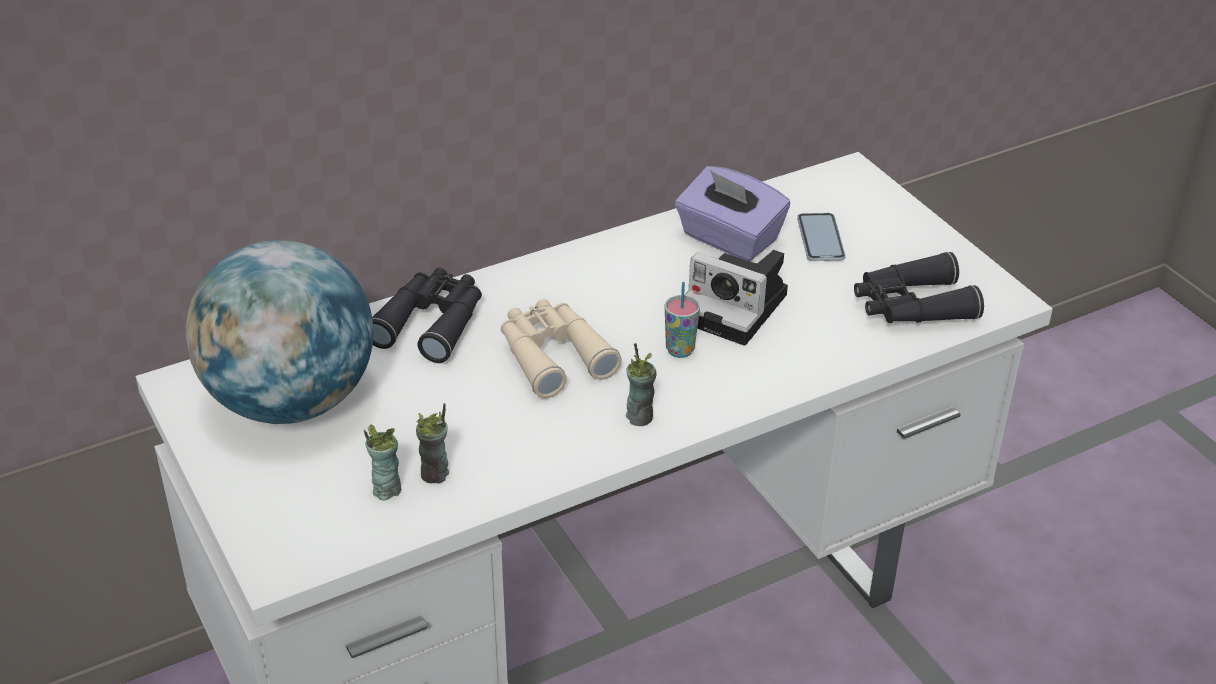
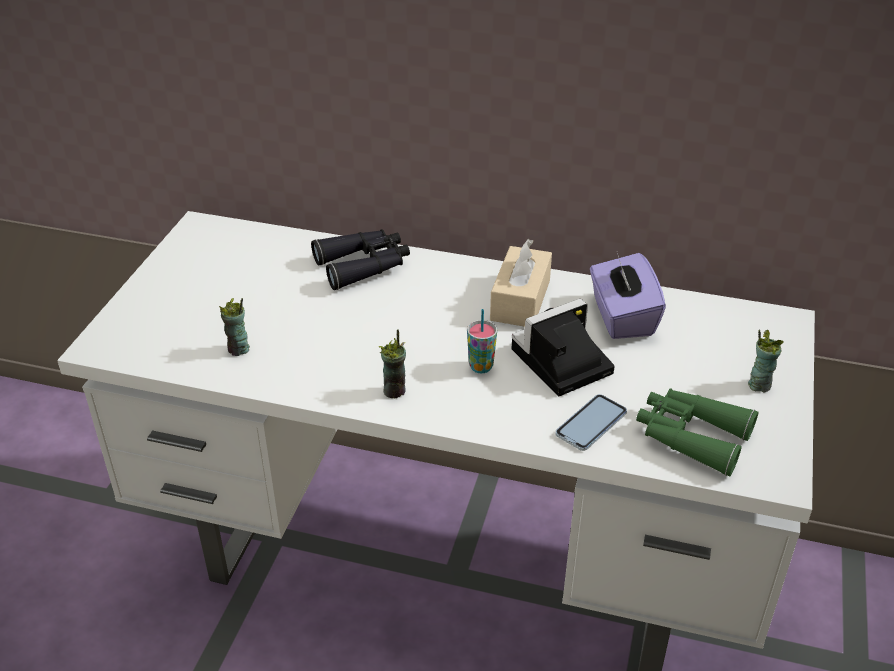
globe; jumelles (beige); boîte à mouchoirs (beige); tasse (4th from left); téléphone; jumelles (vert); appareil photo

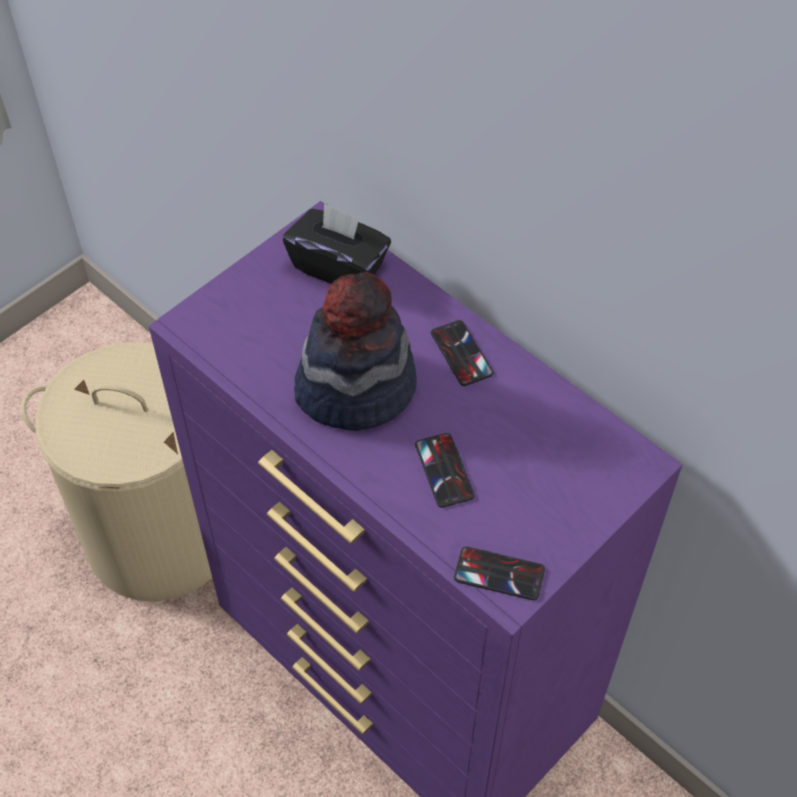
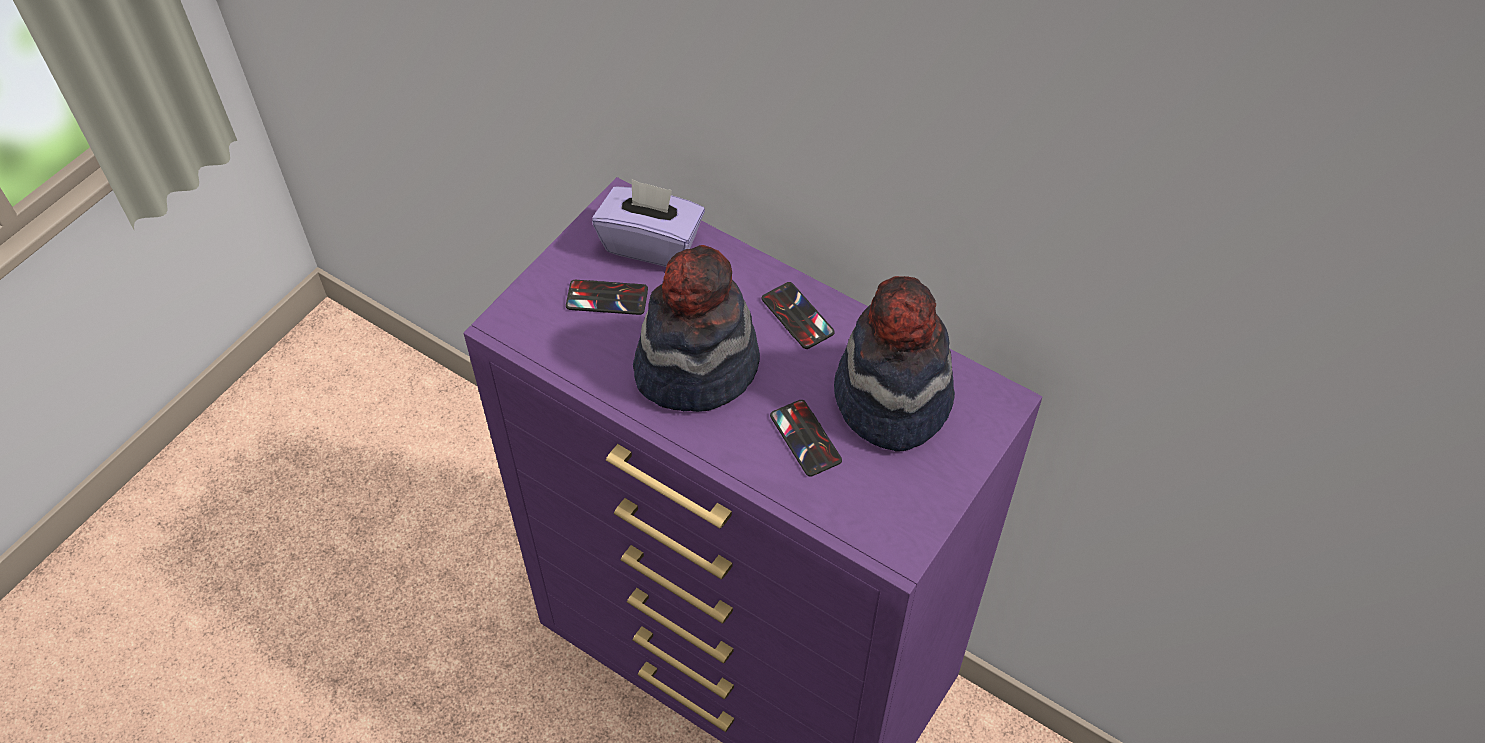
panier à linge (beige); chapeau (2nd from left); téléphone (1st from left); boîte à mouchoirs (violet)

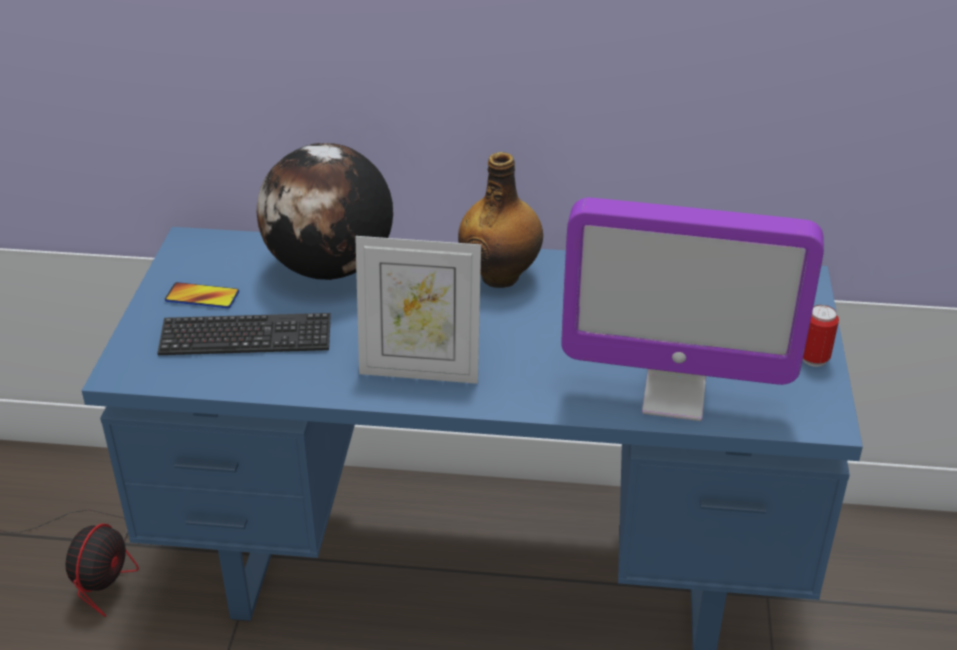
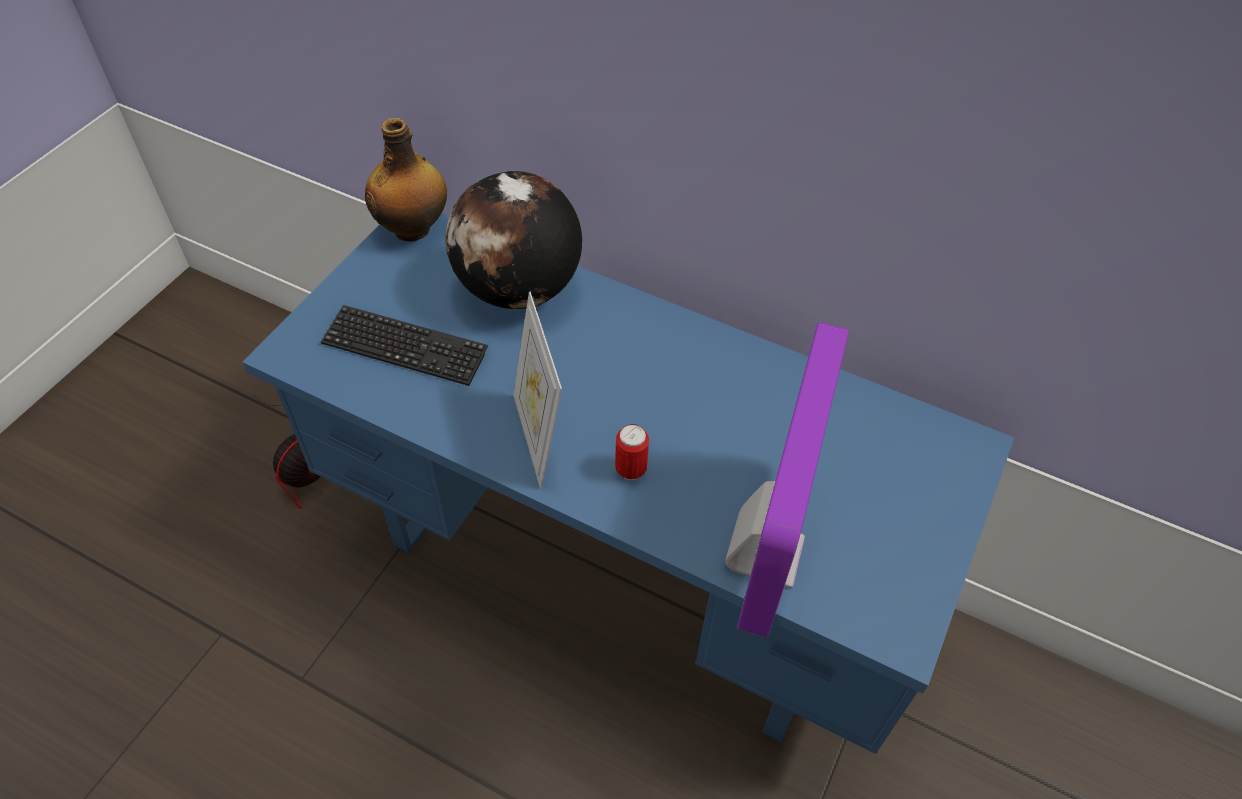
téléphone; bouteille; boîte métallique; cadre photo; écran d'ordinateur

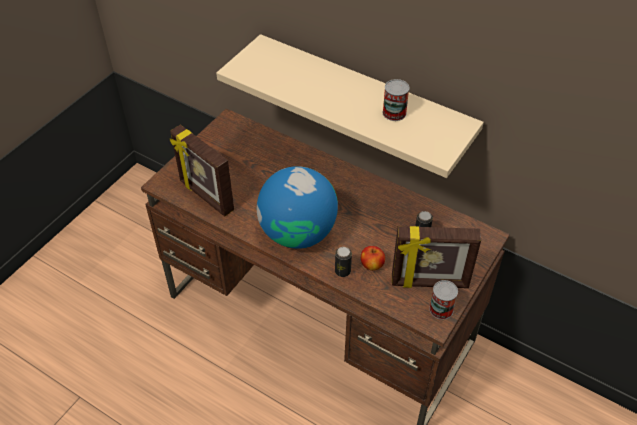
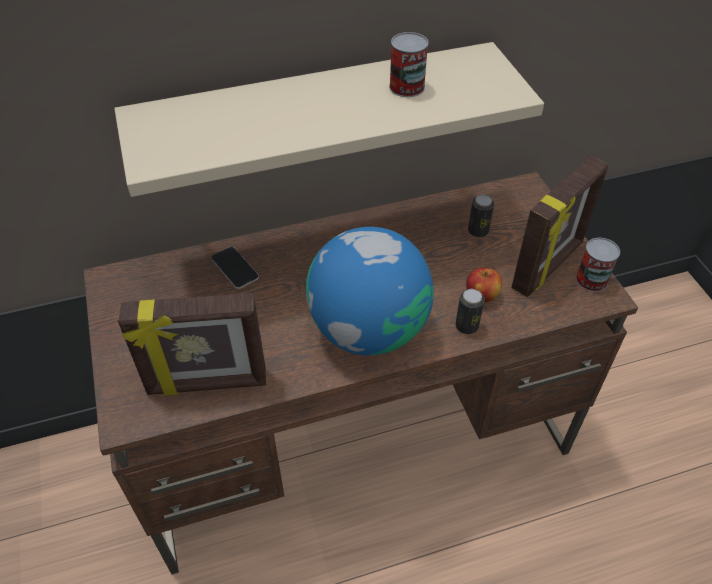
téléphone

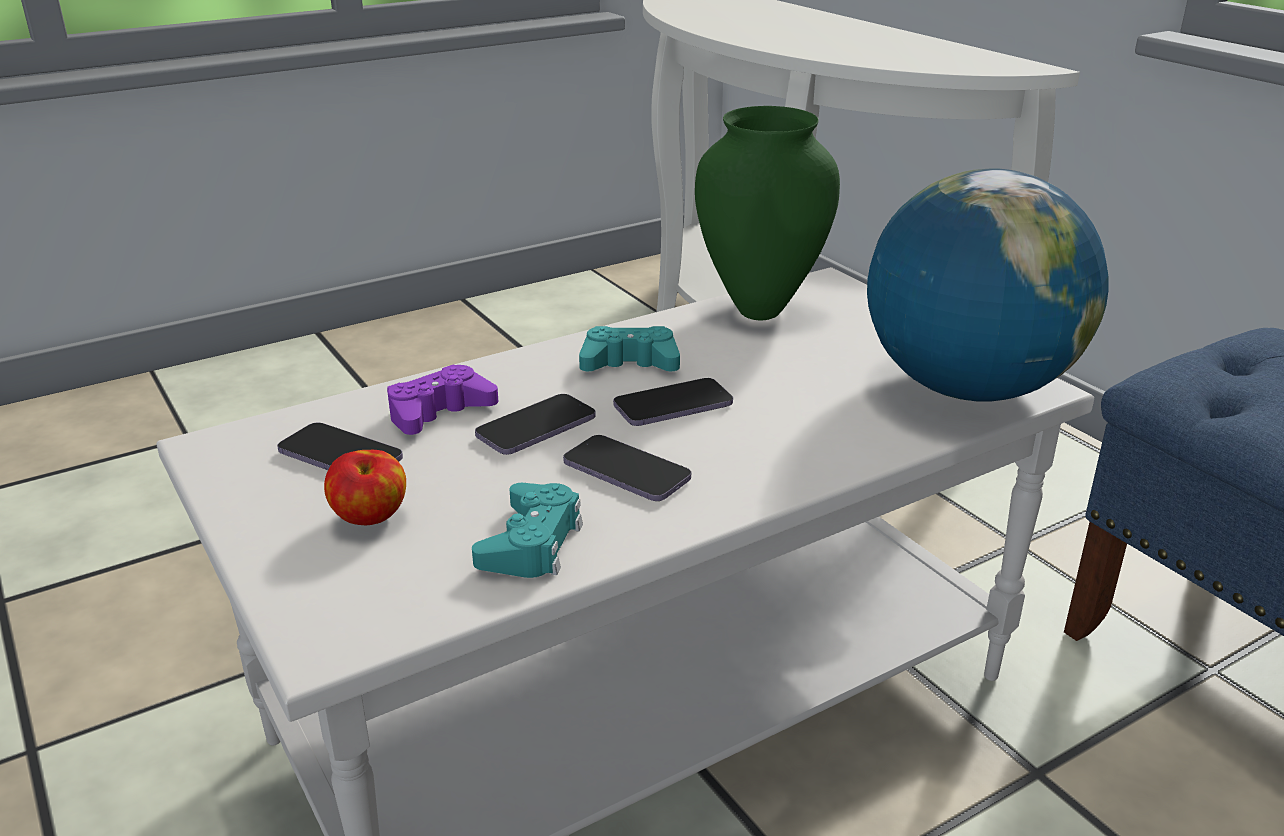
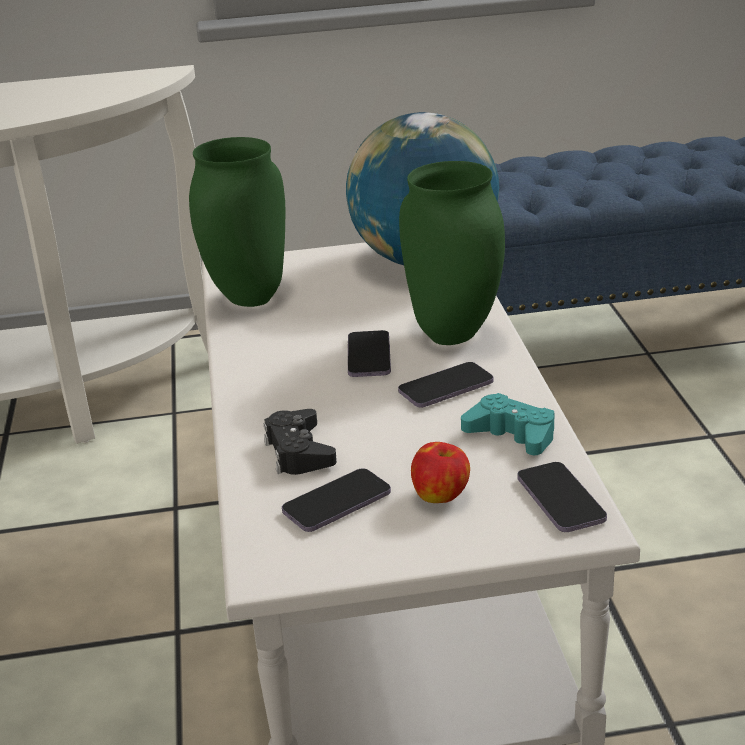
manette (turquoise) (2nd from left in the first image); vase (vert) (2nd from left); téléphone (4th from left); manette (noir)

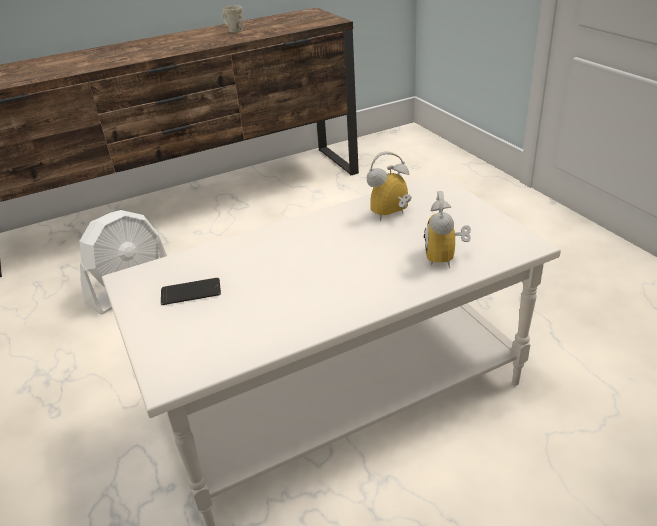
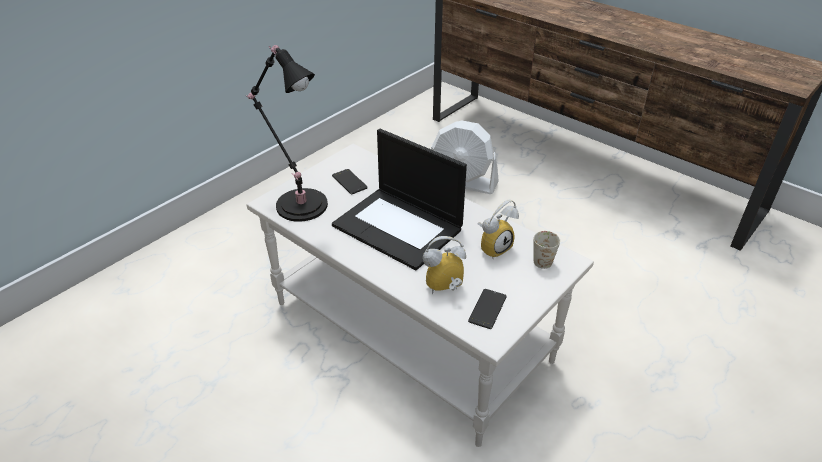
lampe de table (noir); ordinateur portable; téléphone (2nd from left); mug (blanc); réveil (2nd from left)

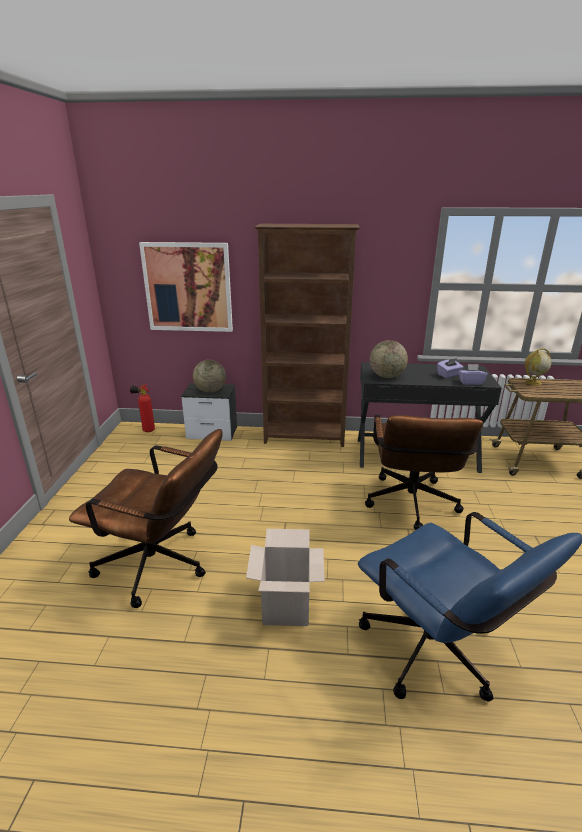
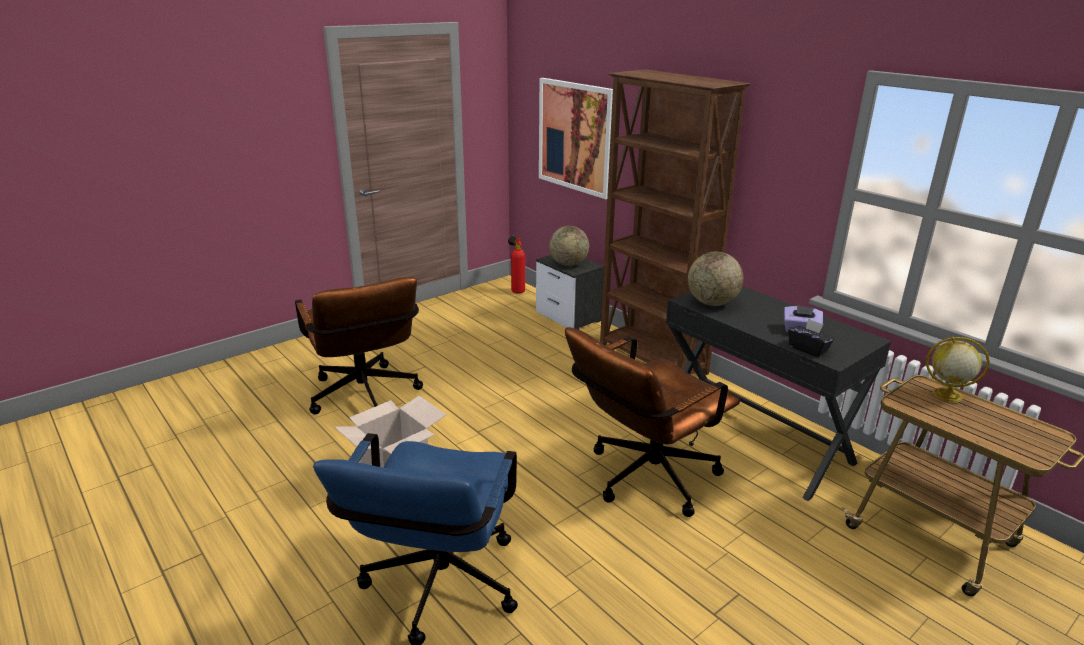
boîte à mouchoirs (noir)

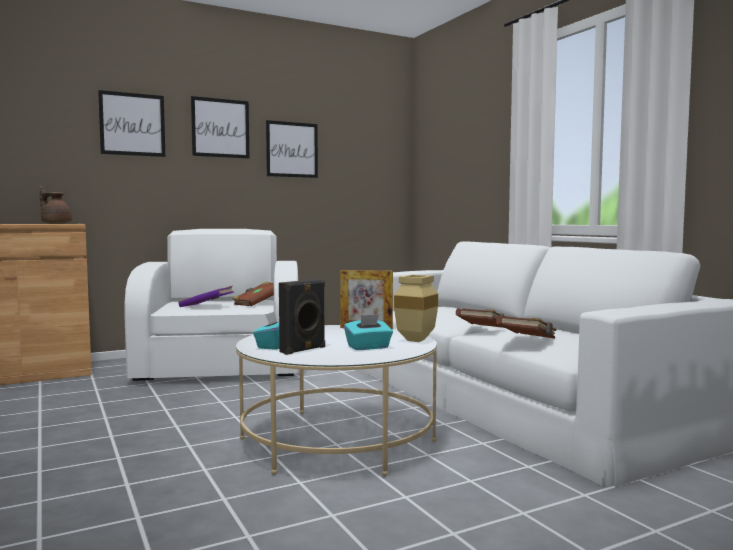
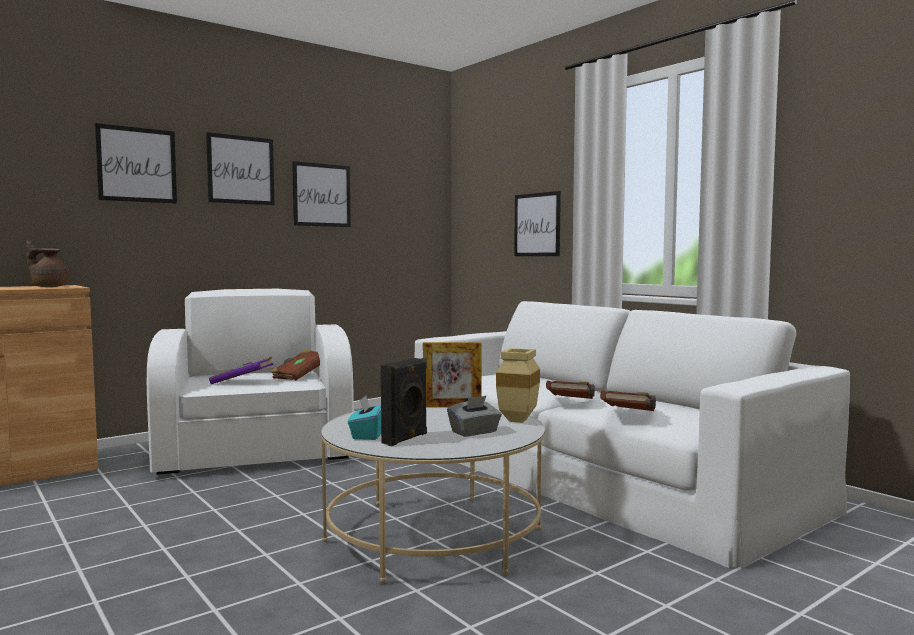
tableau (4th from left); boîte à mouchoirs (gris)

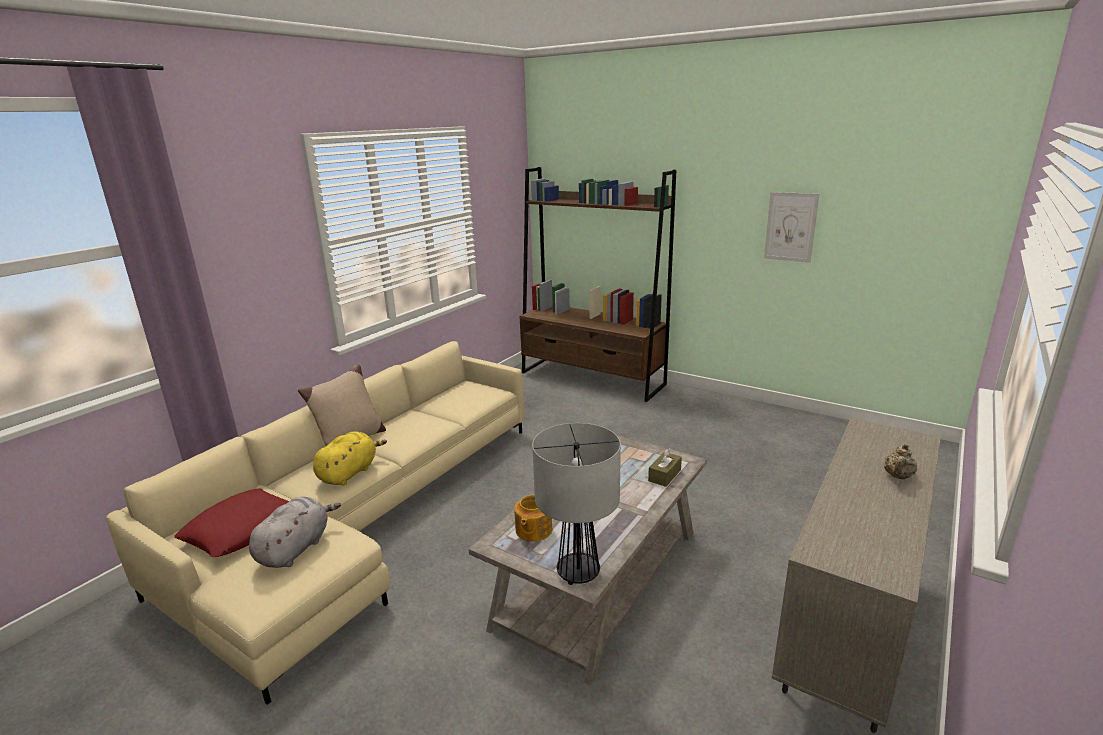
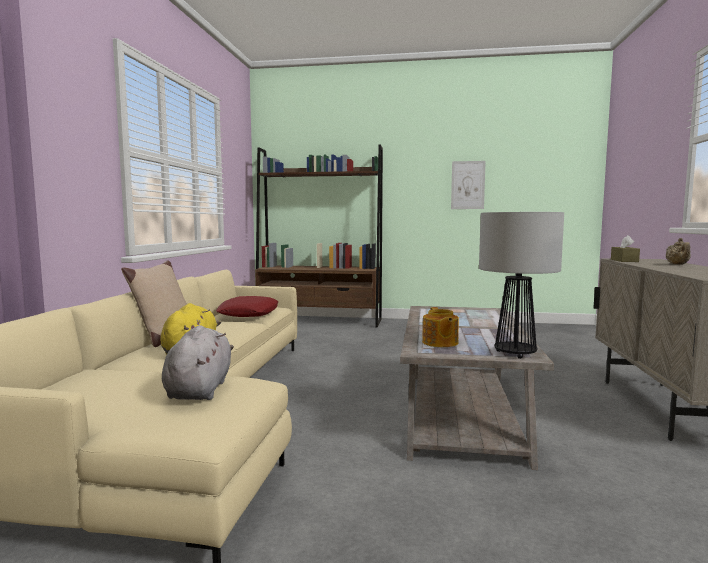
coussin (rouge); boîte à mouchoirs (marron)

